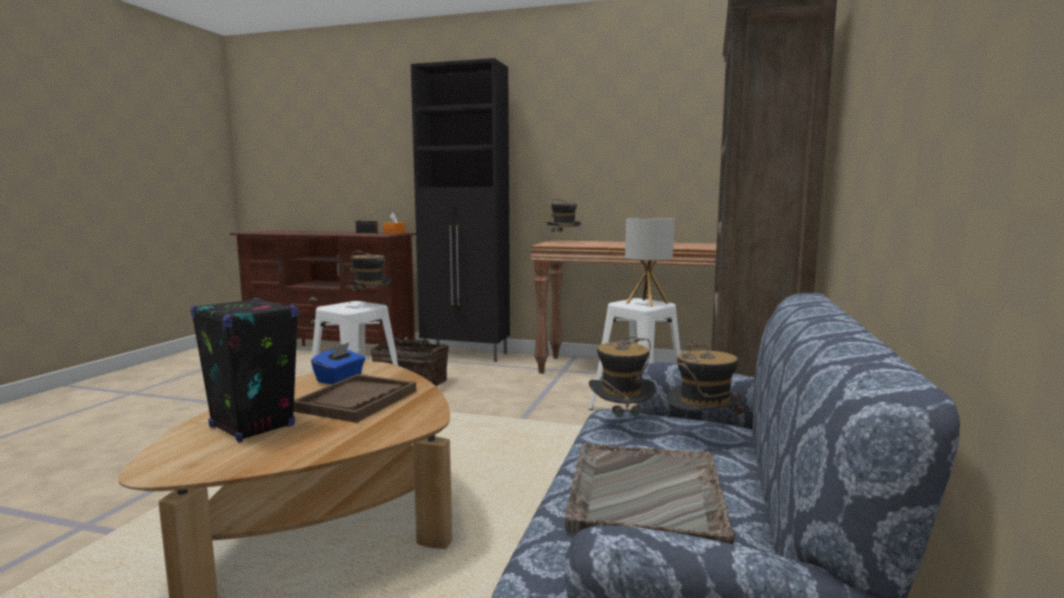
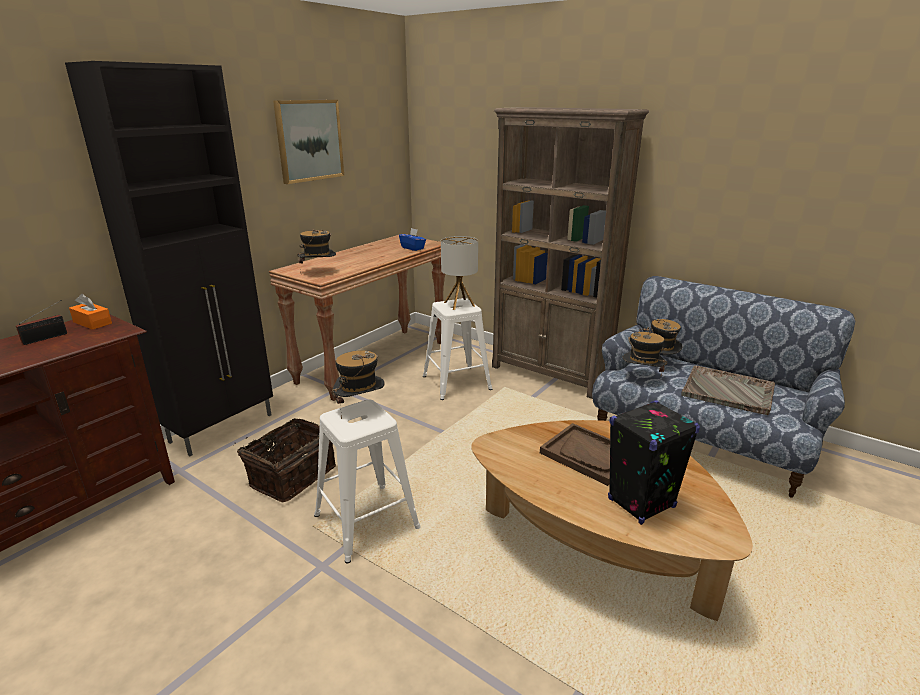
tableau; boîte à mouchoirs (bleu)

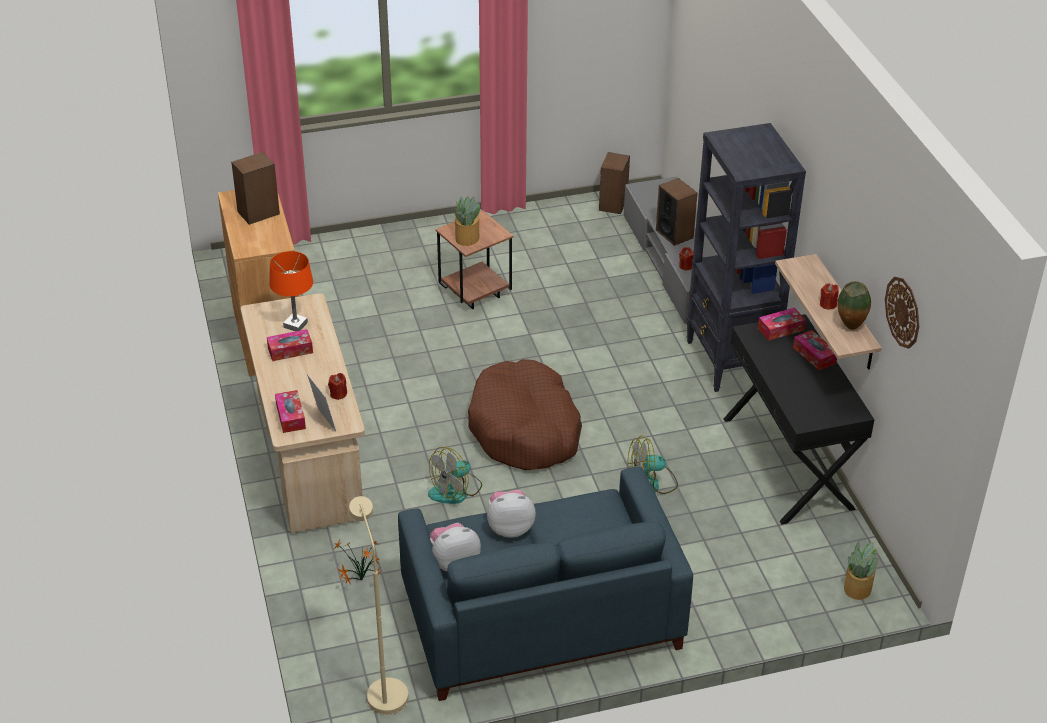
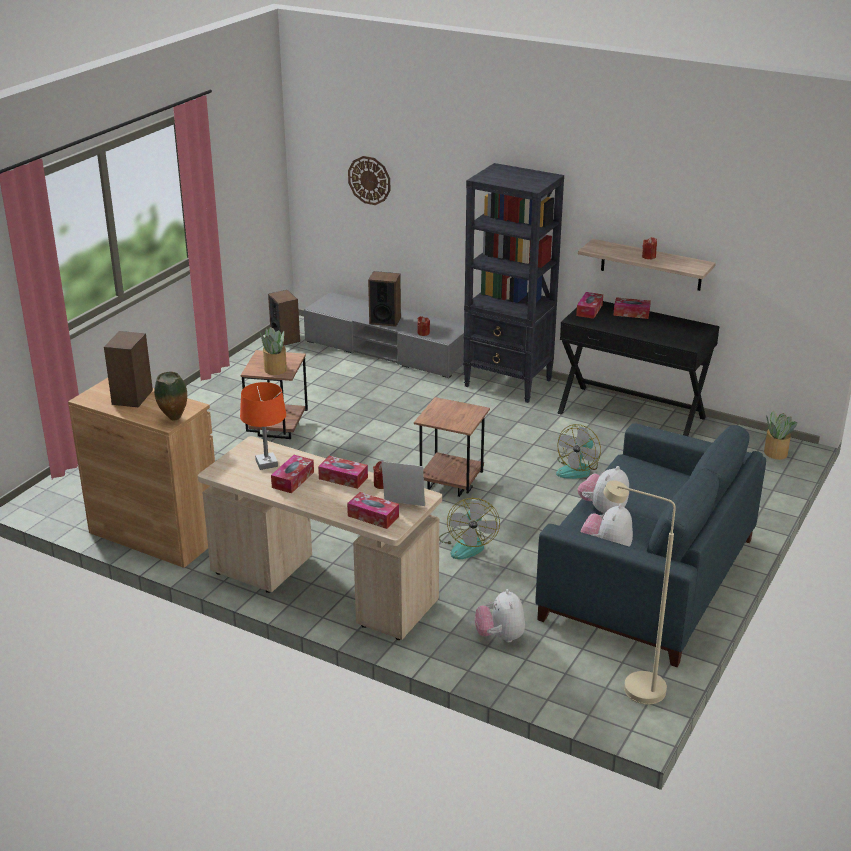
boîte à mouchoirs (2nd from left); vase; horloge murale; peluche (1st from left); table d'appoint (marron) (2nd from left)

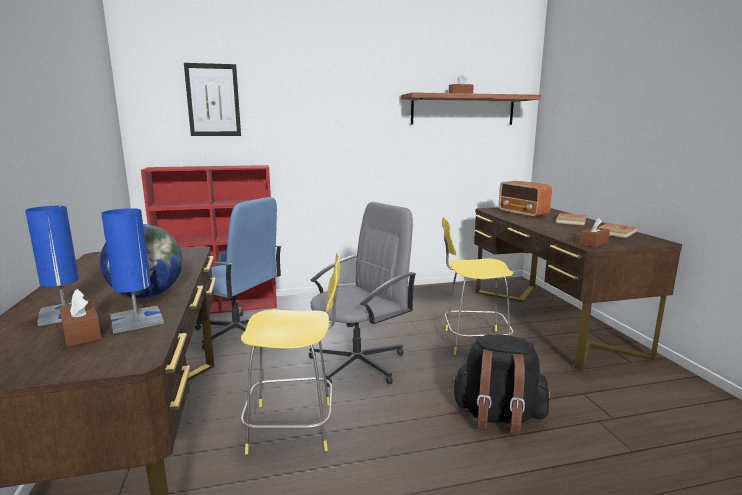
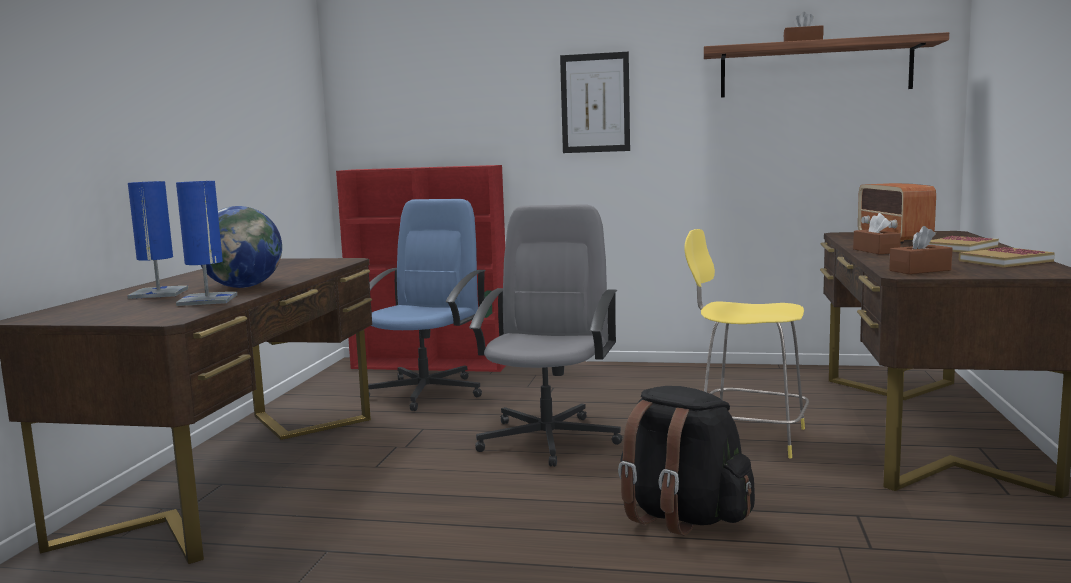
tabouret (jaune) (1st from left in the first image); boîte à mouchoirs (marron) (2nd from left); tableau; chaise de bureau (bleu); chaise de bureau (gris)

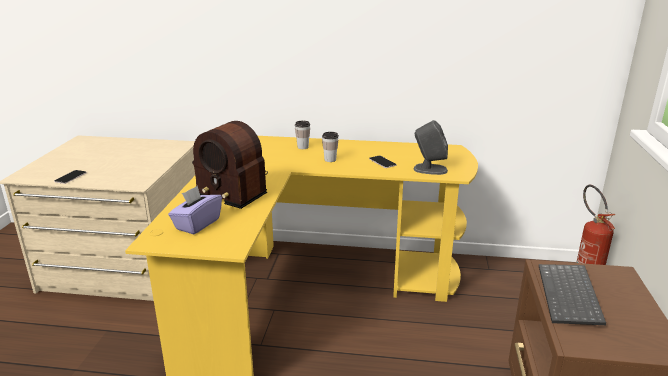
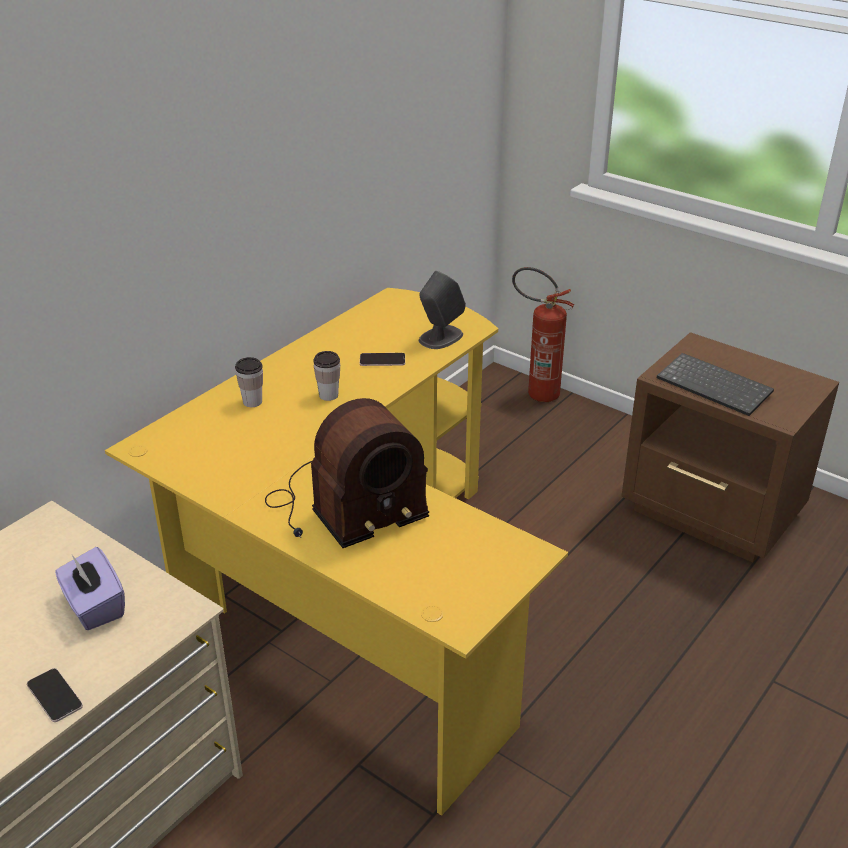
boîte à mouchoirs (violet)

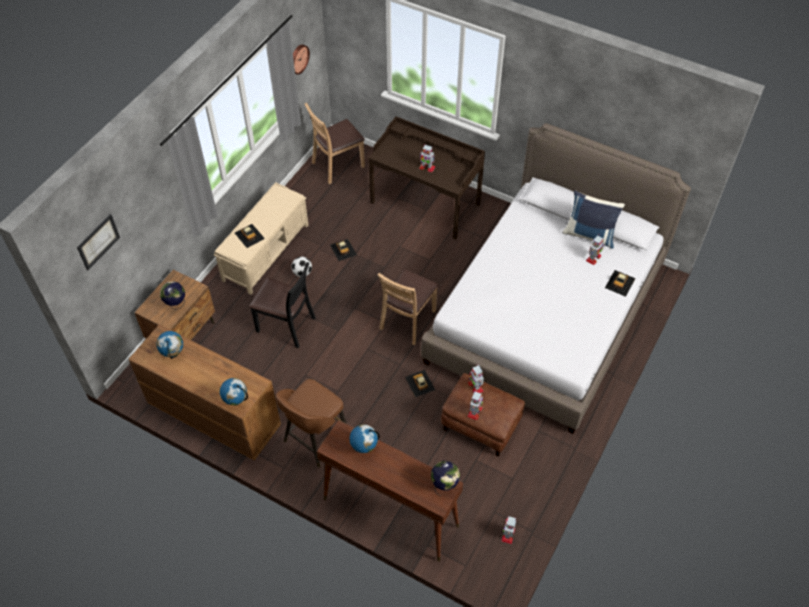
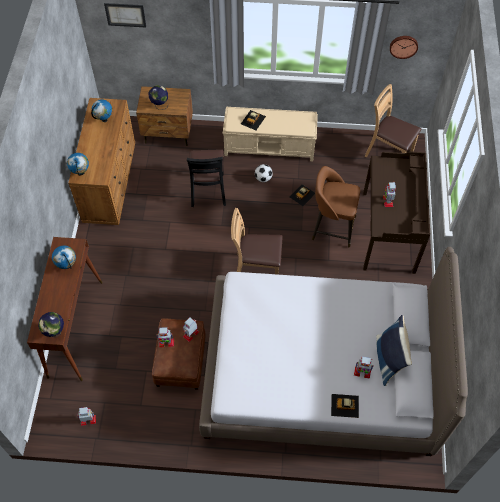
petite voiture (3rd from left in the first image); tabouret (marron)

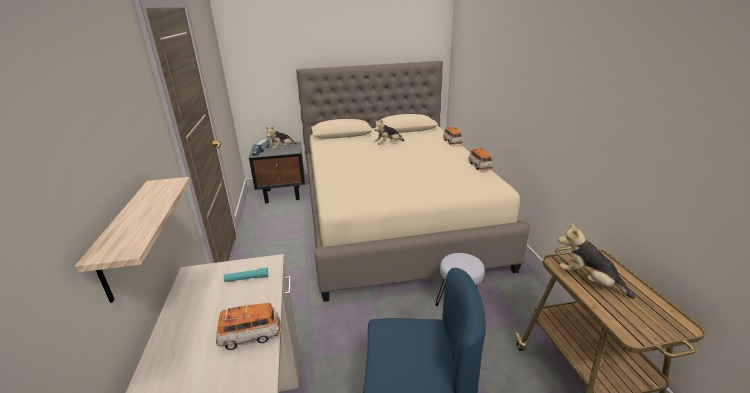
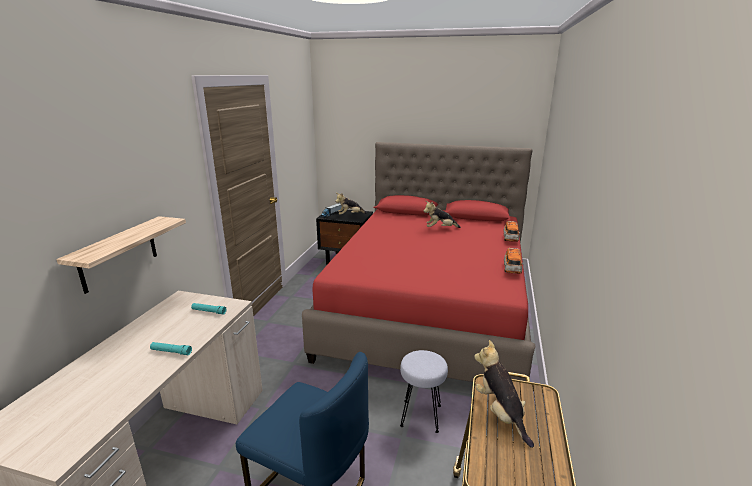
lampe de poche (turquoise) (1st from left); lit (rouge)

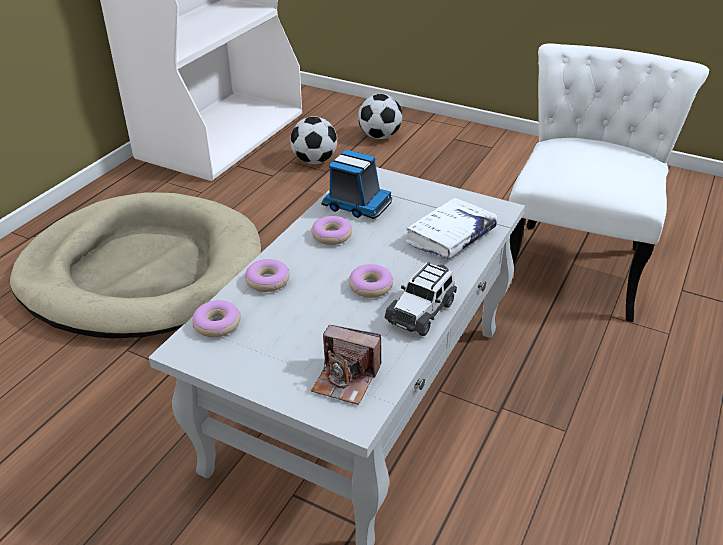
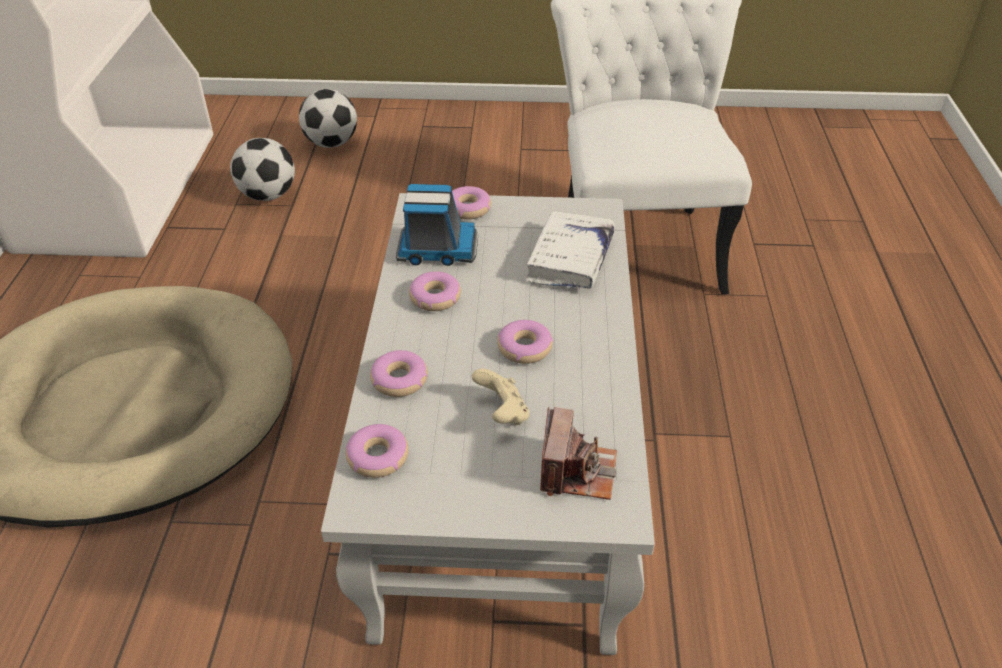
petite voiture; beignet (4th from left); manette (beige); appareil photo

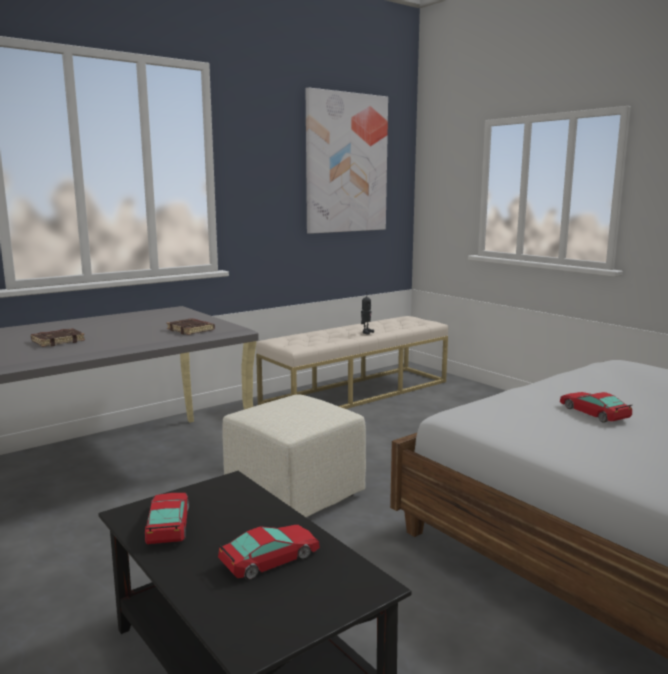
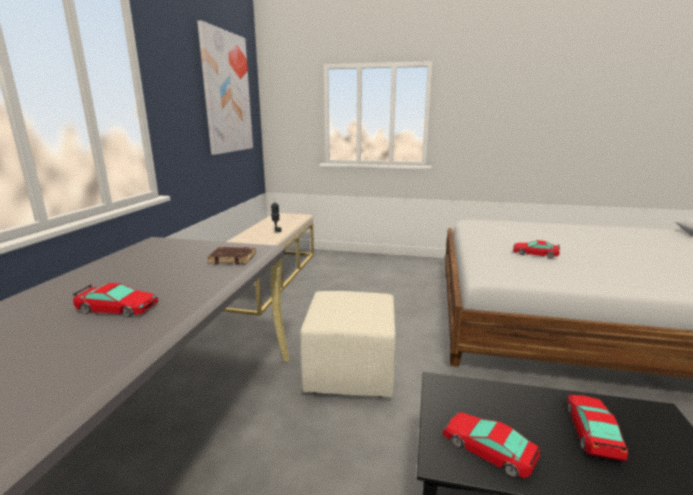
petite voiture (1st from left)

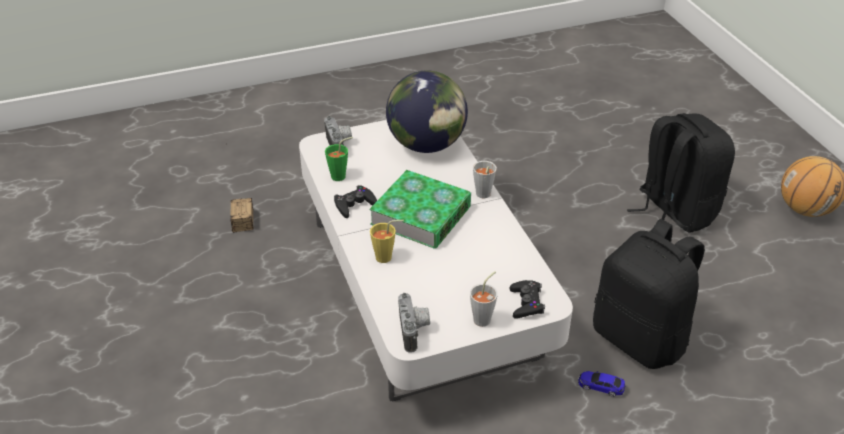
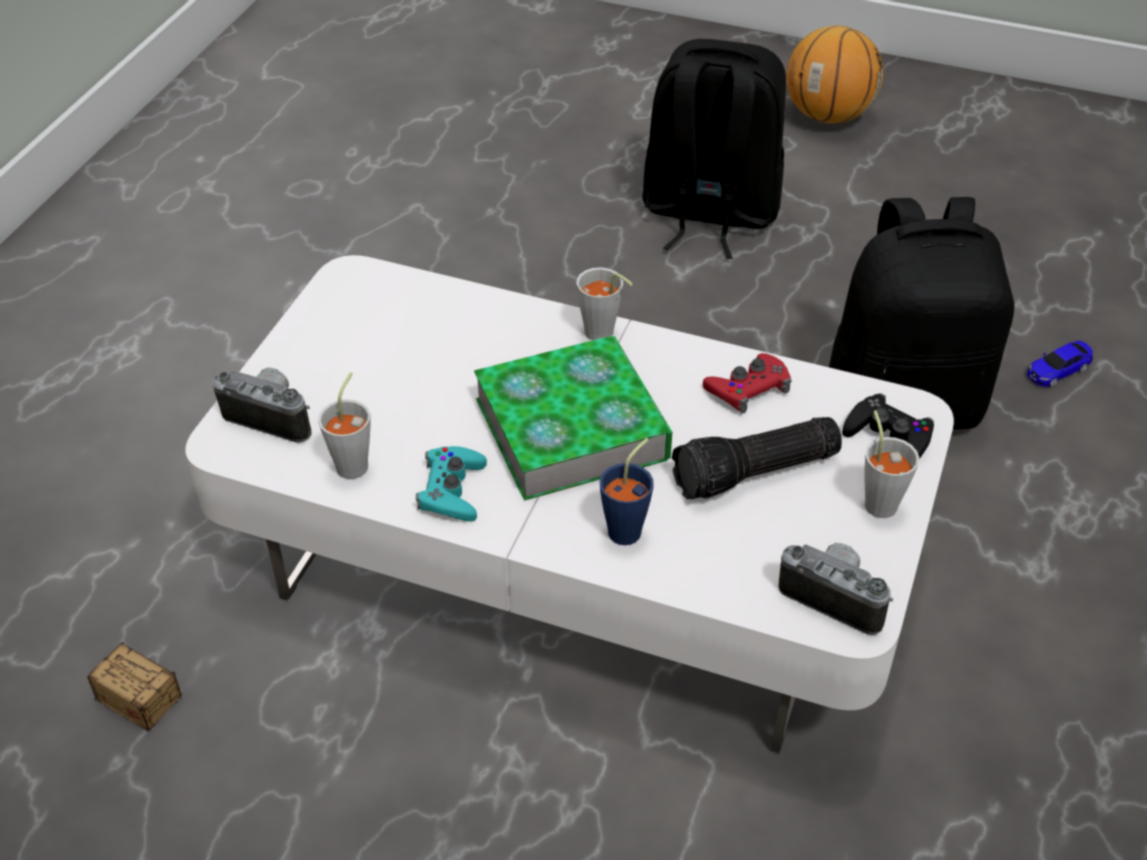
globe; lampe de poche; manette (rouge); petite voiture; tasse (gris) (1st from left); manette (turquoise); tasse (bleu)

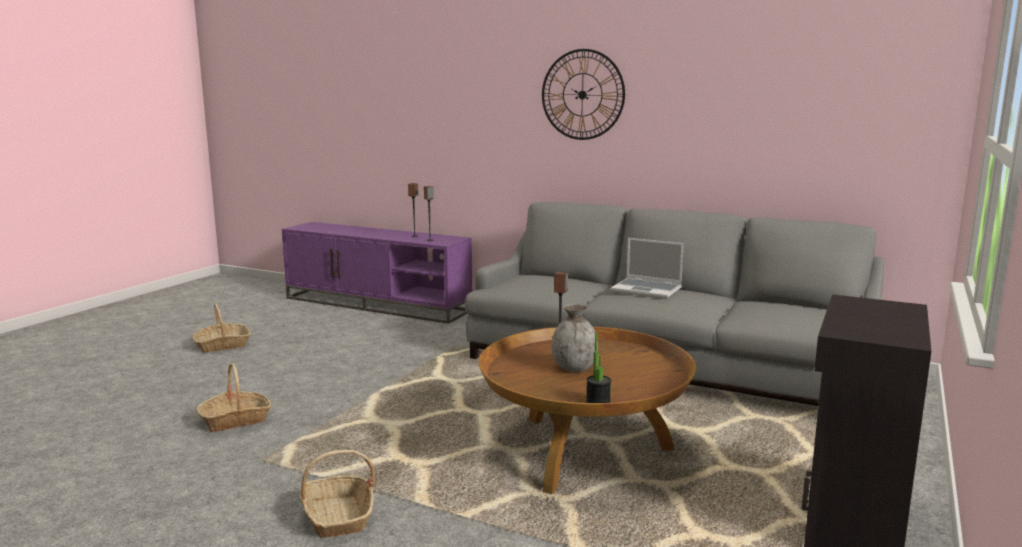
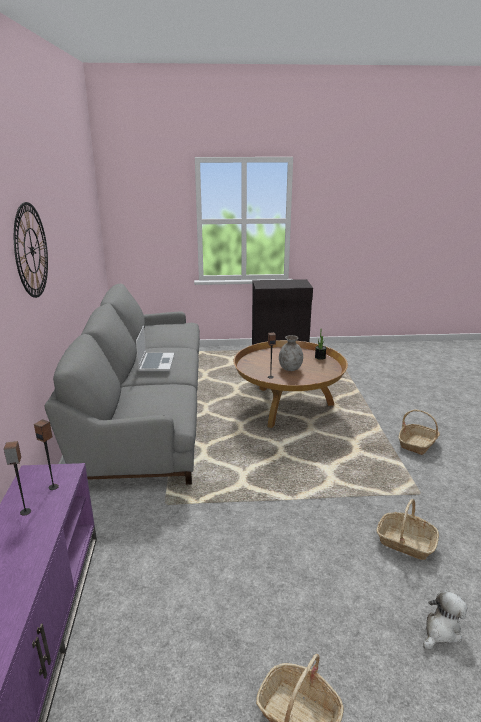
peluche

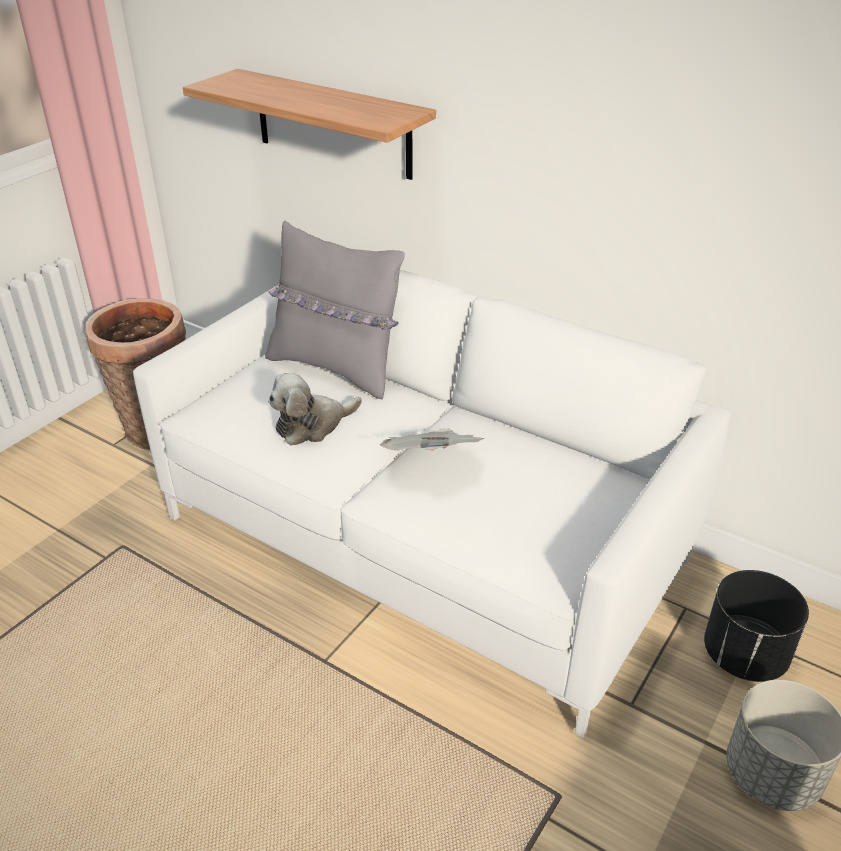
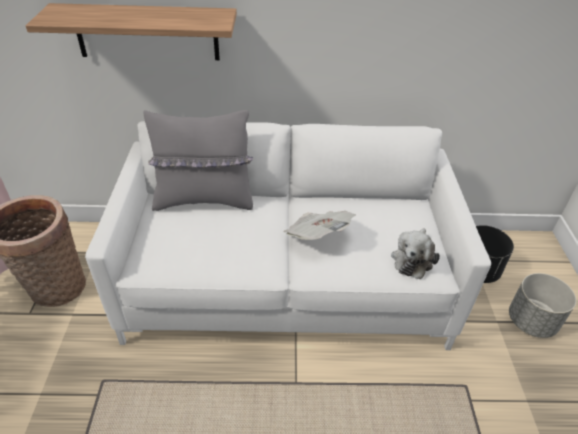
peluche

